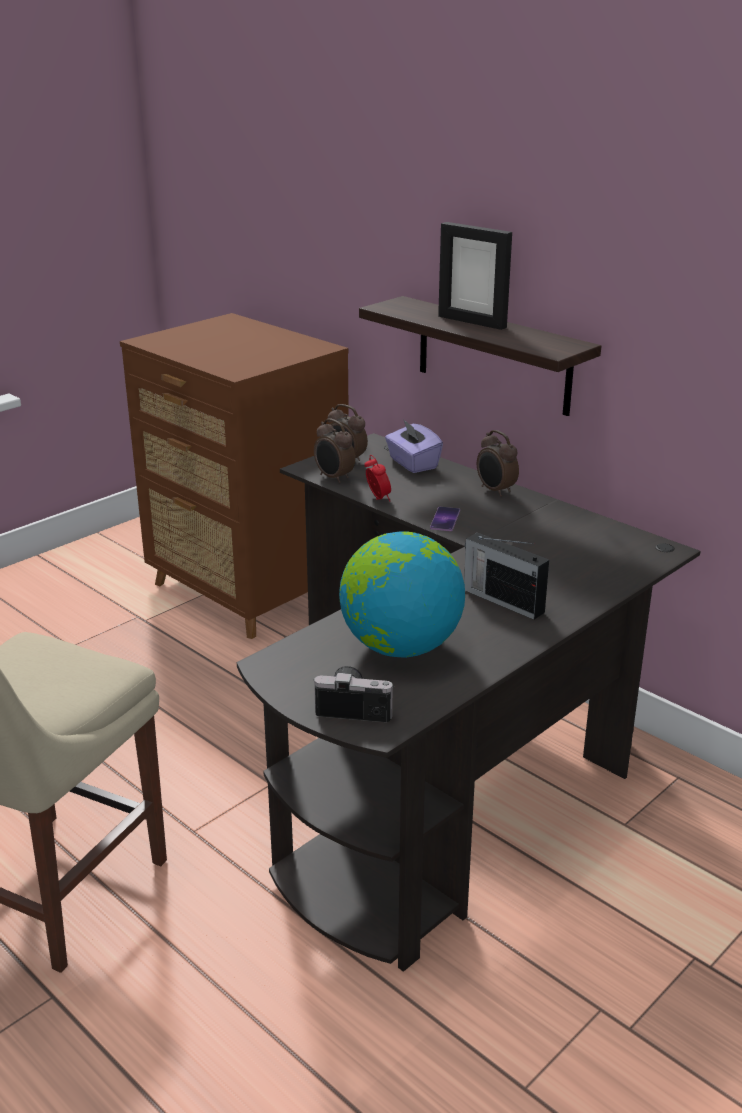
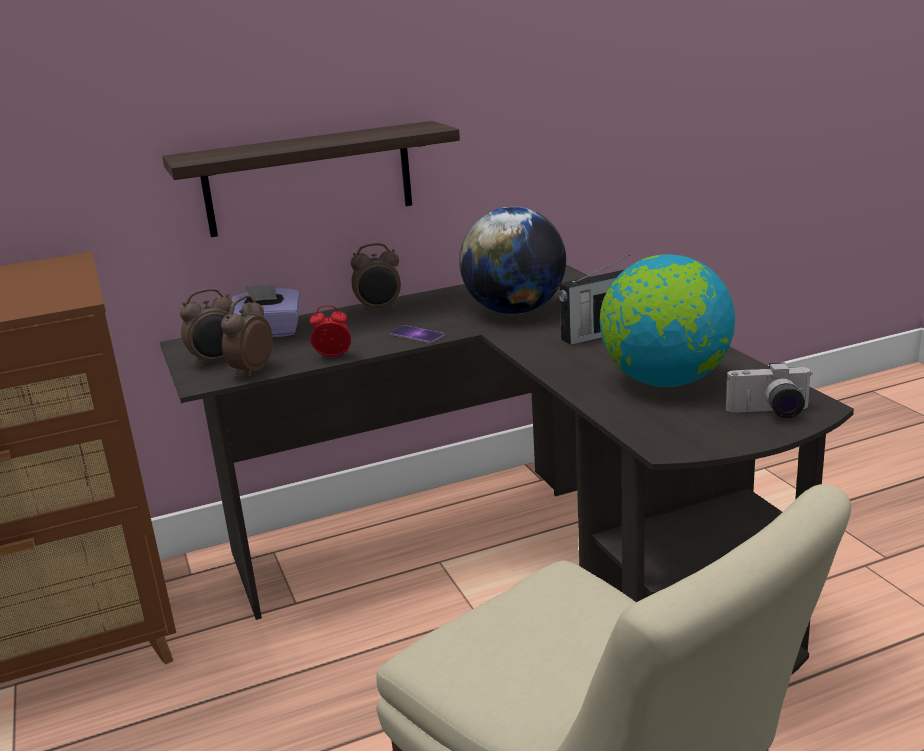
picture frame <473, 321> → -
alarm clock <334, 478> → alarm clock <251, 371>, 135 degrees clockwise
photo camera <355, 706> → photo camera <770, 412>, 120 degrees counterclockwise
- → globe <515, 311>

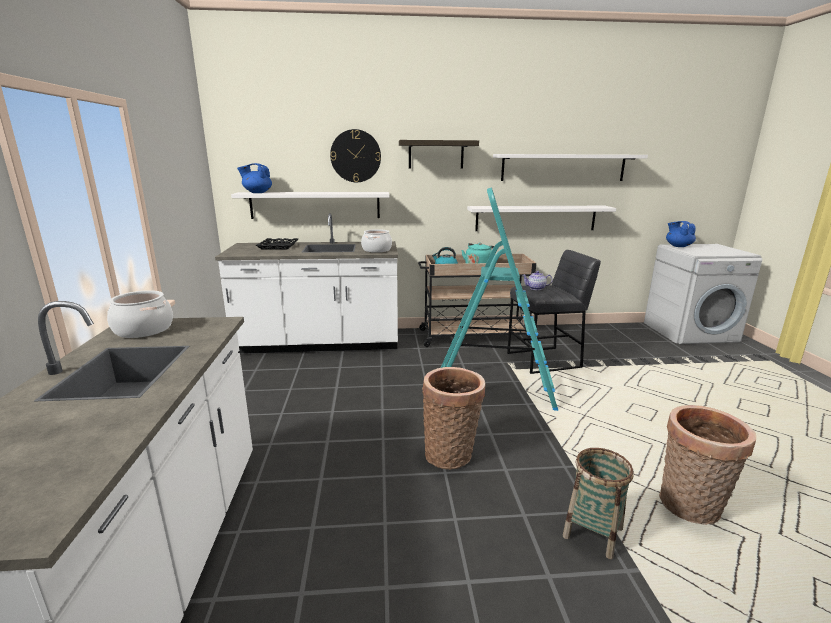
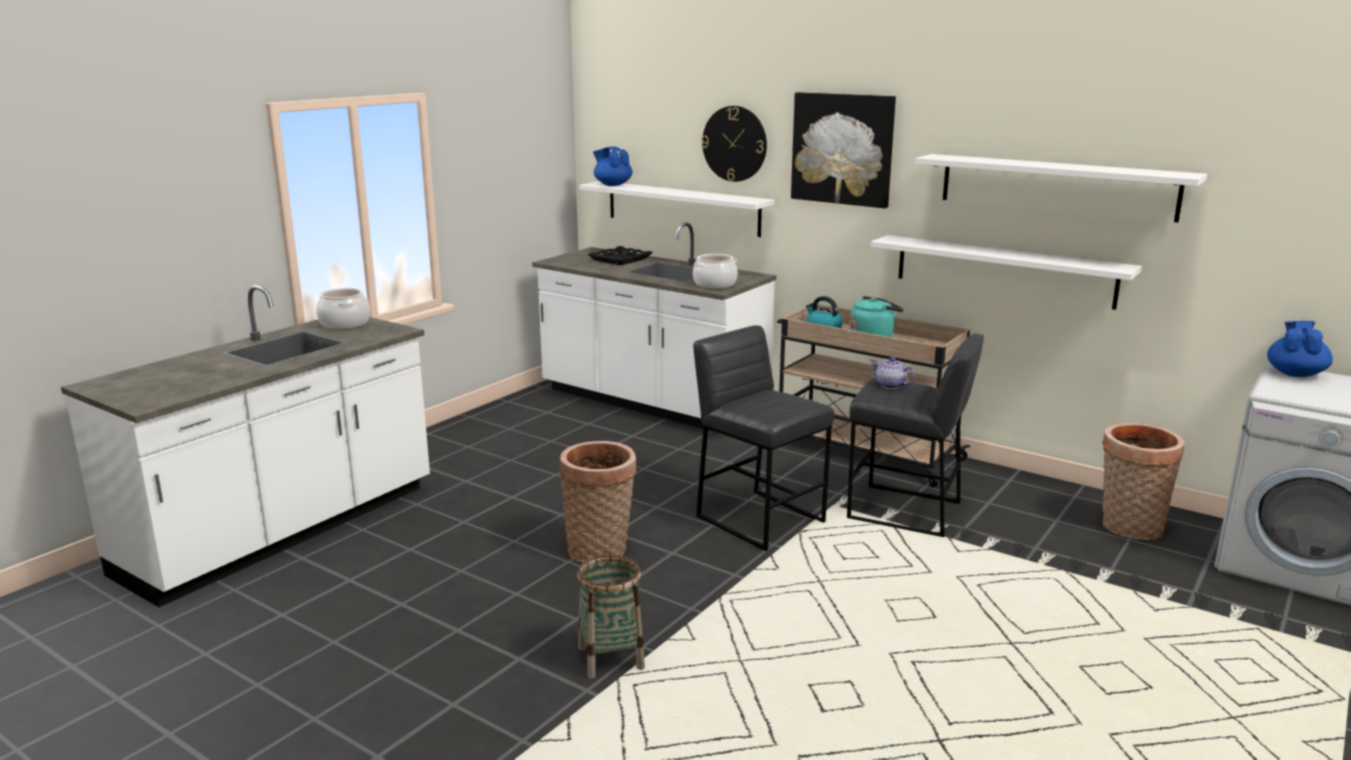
shelf <436, 154> → picture <842, 149>
step ladder (turquoise) <494, 391> → stool (grey) <759, 518>
basket <690, 507> → basket <1129, 528>, shifted

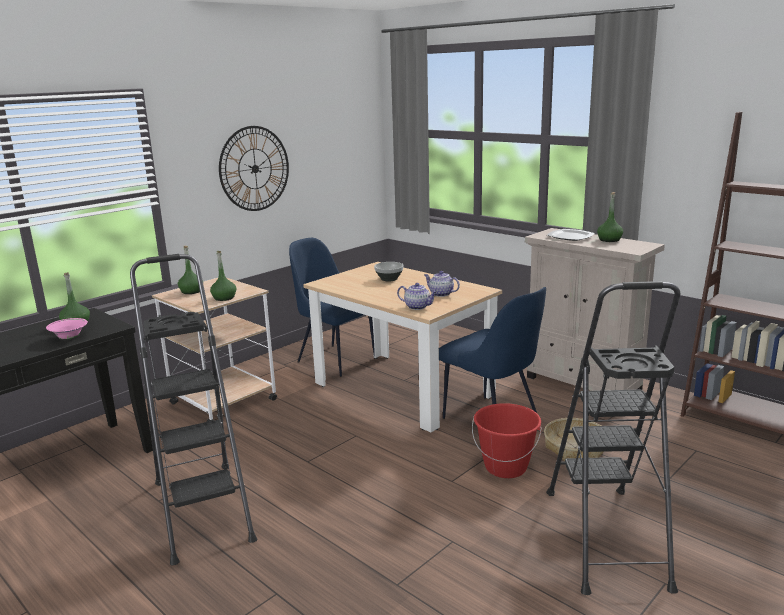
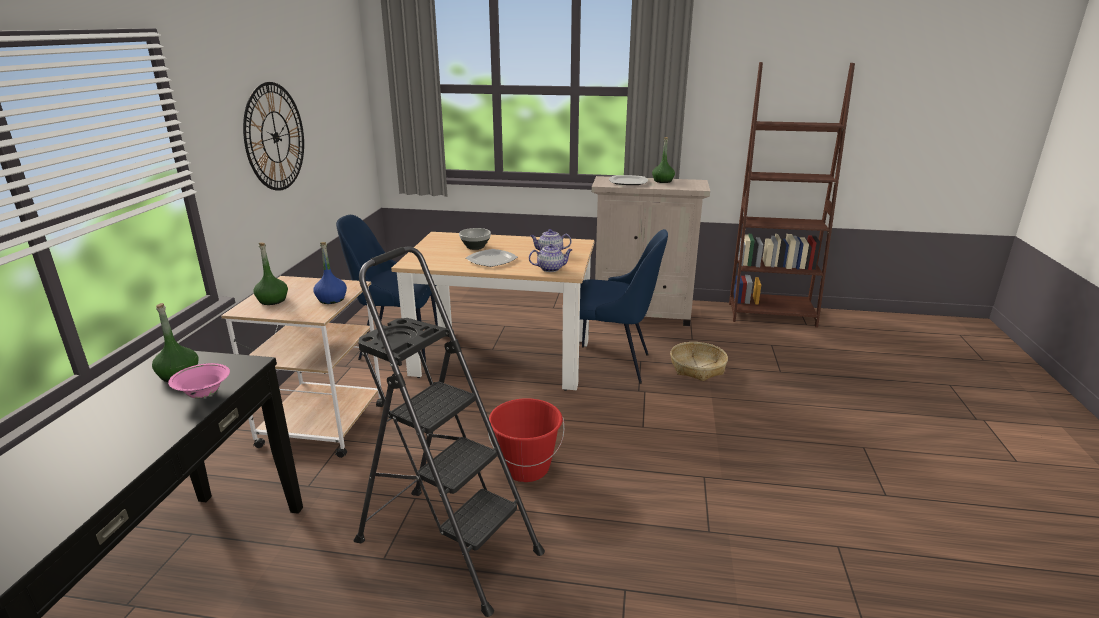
bottle (green) <224, 298> → bottle (blue) <331, 299>
step ladder <605, 538> → -
bucket (red) <506, 467> → bucket (red) <526, 468>, shifted
- → plate <491, 260>

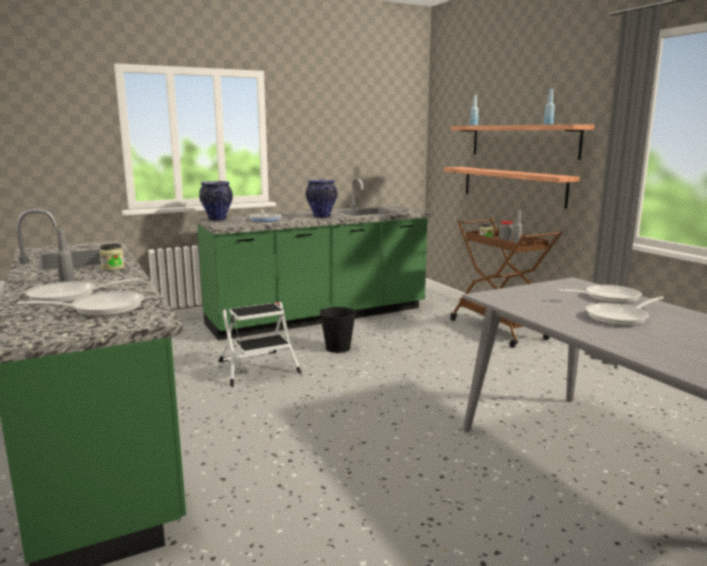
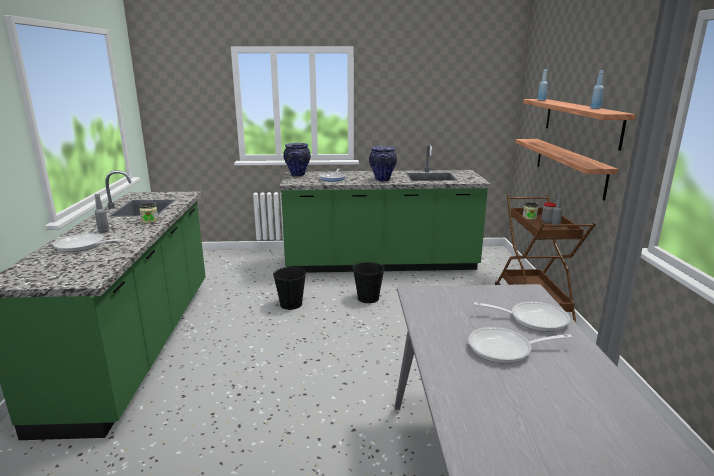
frying pan <101, 309> → -
step ladder <257, 368> → bucket (black) <291, 304>

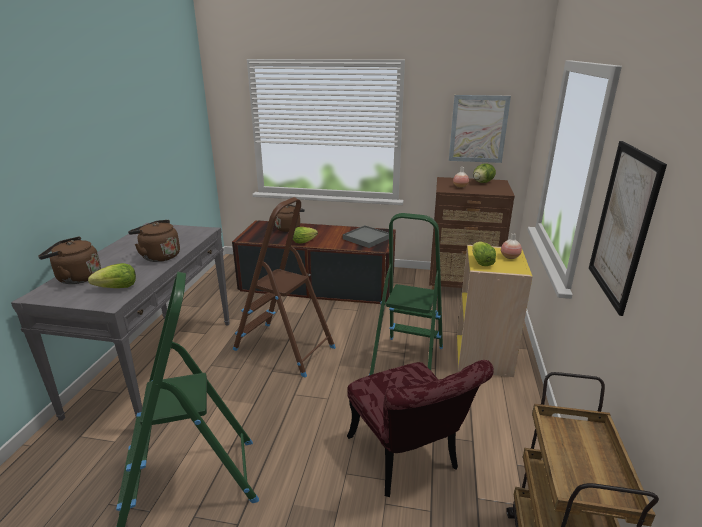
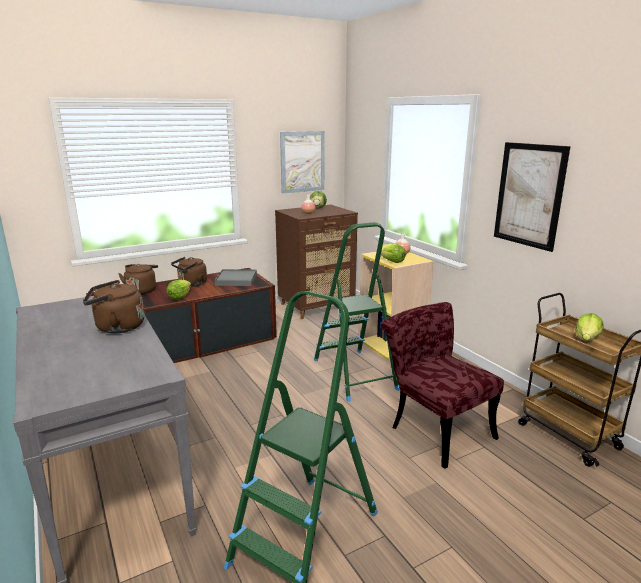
step ladder (brown) <283, 348> → -
kettle (brown) <76, 278> → kettle (brown) <191, 284>, shifted
lettuce <117, 288> → lettuce <586, 339>, shifted
chair (red) <408, 460> → chair (red) <434, 428>, 150 degrees counterclockwise

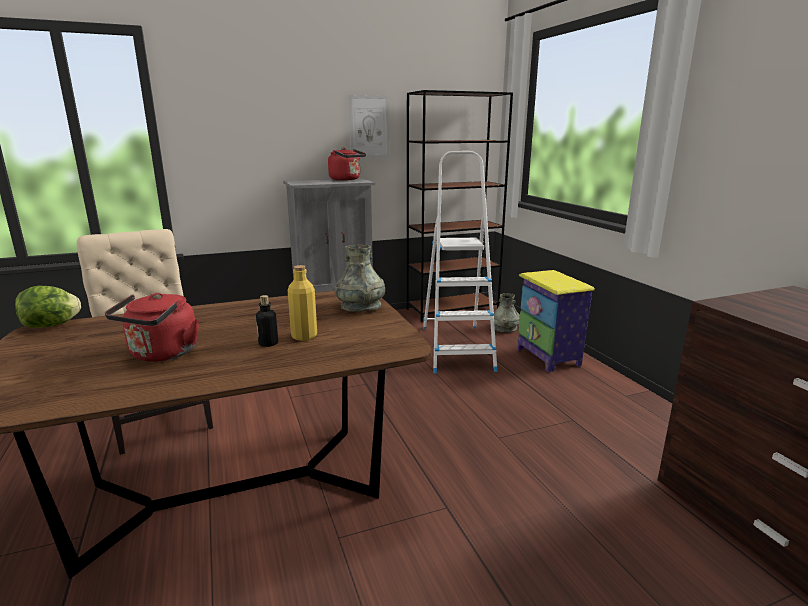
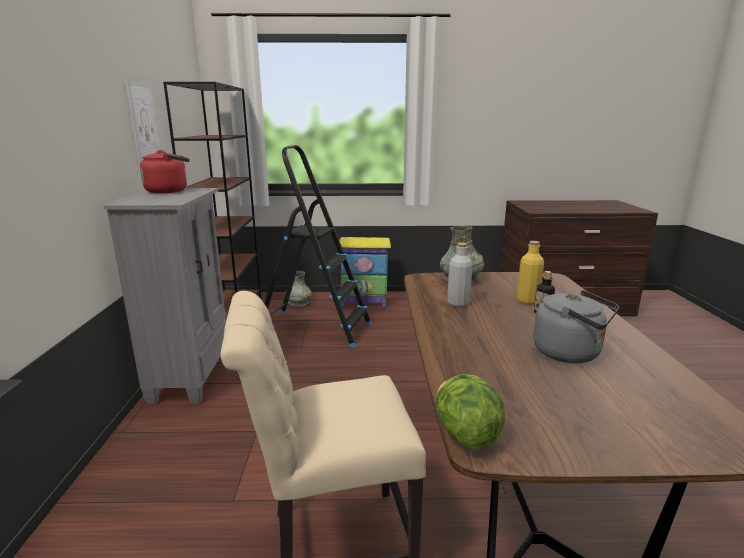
step ladder (white) <456, 348> → step ladder (black) <315, 328>
kettle (red) <162, 354> → kettle (grey) <570, 353>
- → bottle (grey) <458, 303>

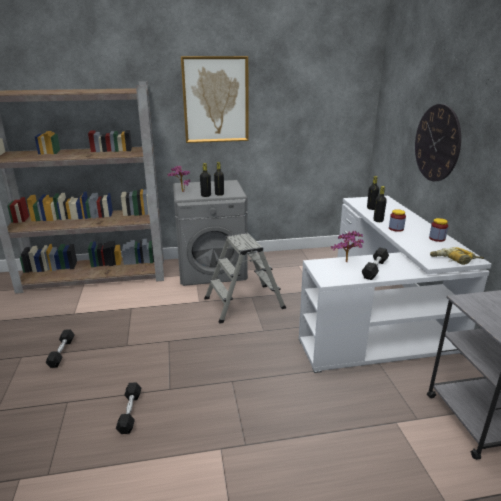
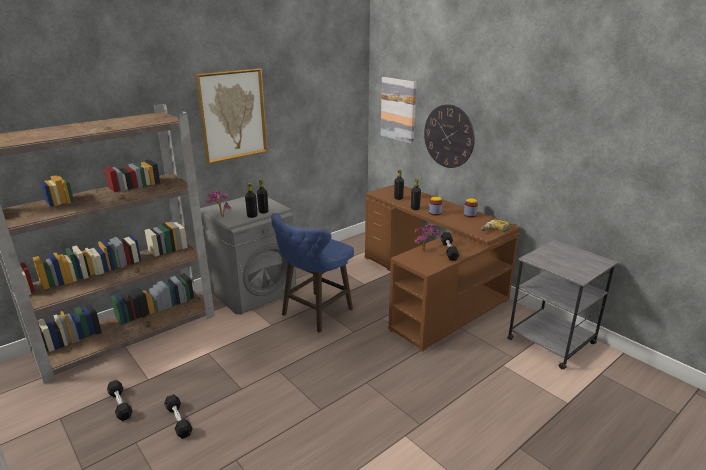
desk (white) <381, 316> → desk (brown) <432, 289>
step ladder (grey) <244, 303> → stool (blue) <315, 313>
dumbbell (black) <130, 412> → dumbbell (black) <120, 404>, shifted
- → picture <398, 109>

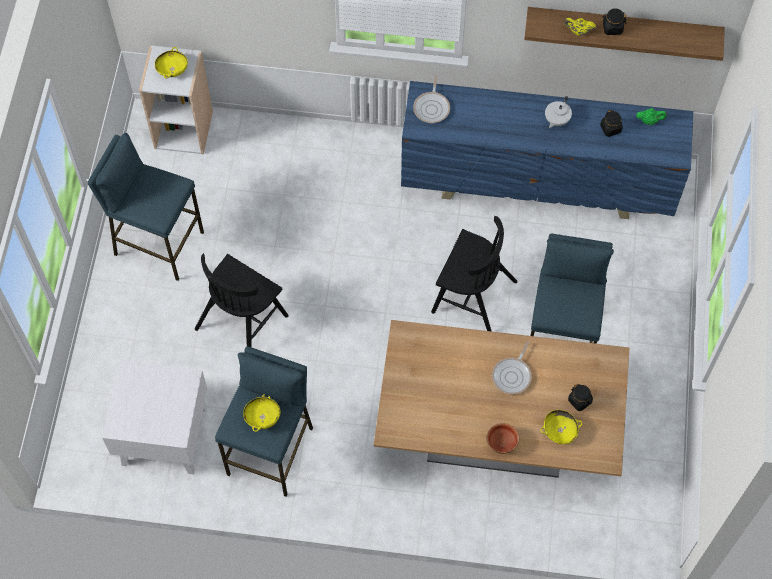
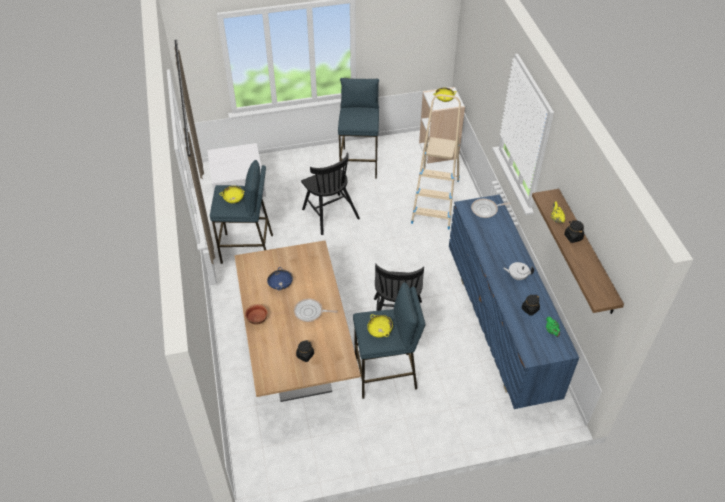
chair (black) <244, 318> → chair (black) <329, 212>, 135 degrees counterclockwise
bowl (yellow) <560, 431> → bowl (yellow) <379, 331>, shifted
- → step ladder (beige) <435, 201>
- → bowl (blue) <280, 284>

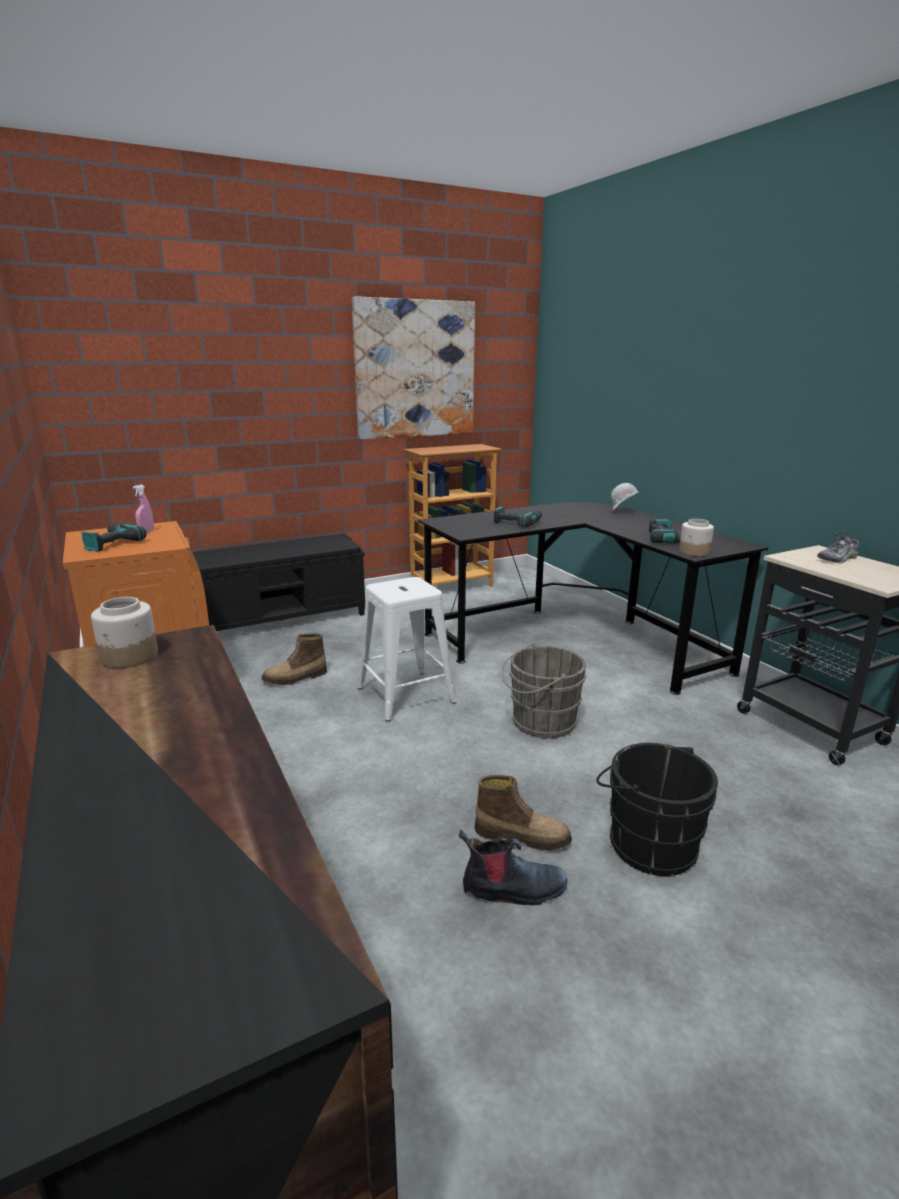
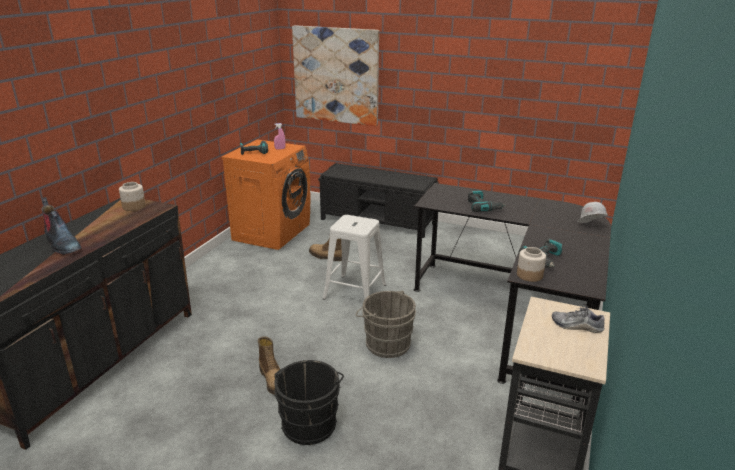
picture <415, 370> → picture <336, 75>, shifted
bookcase <451, 586> → -
boot <513, 890> → boot <62, 244>, shifted

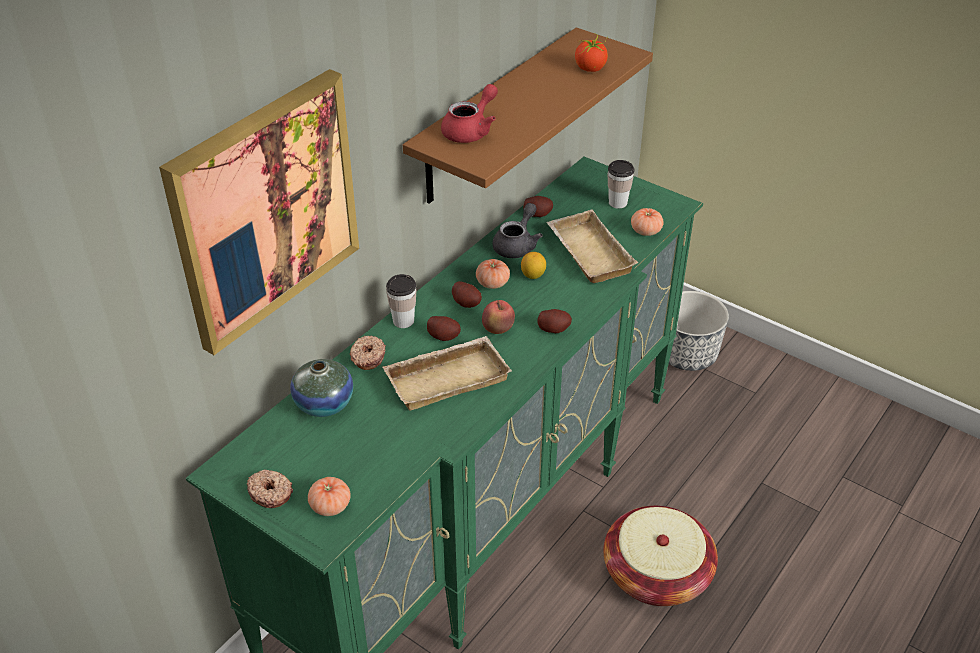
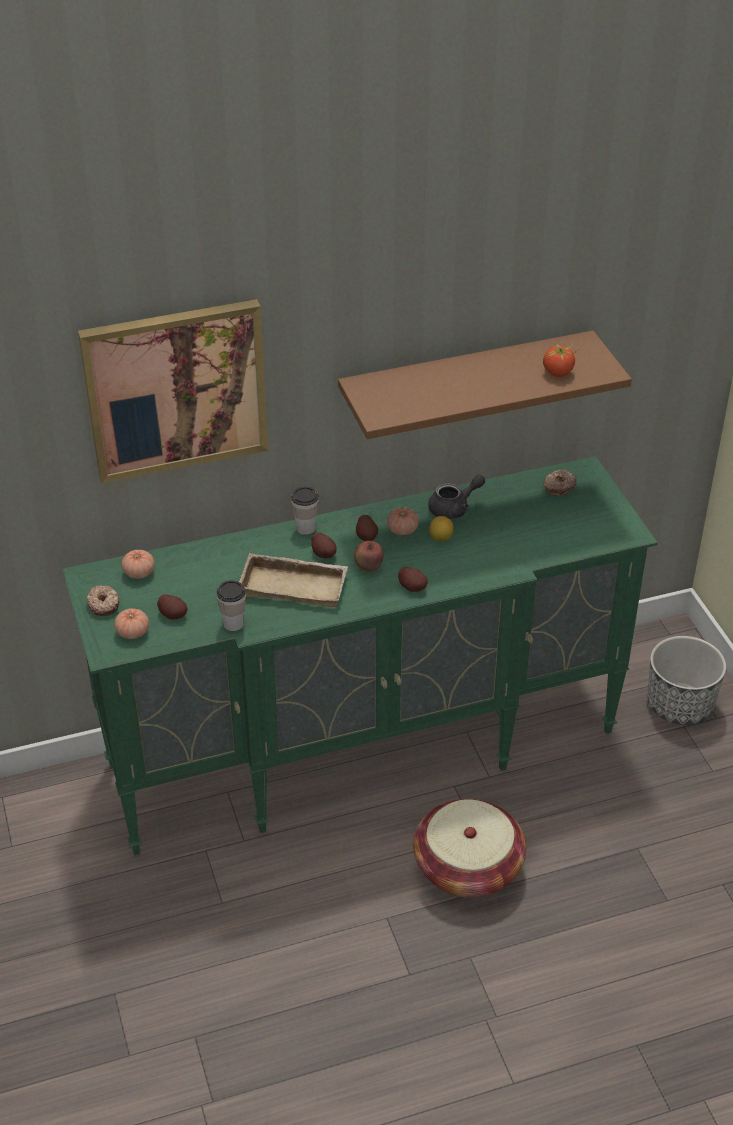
teapot (red) <471, 131> → -
cup <618, 203> → cup <233, 624>, shifted
potato <538, 214> → potato <173, 614>, shifted
tomato <646, 231> → tomato <139, 573>, shifted
tray (beige) <587, 253> → -
donut <367, 357> → donut <558, 486>, shifted
vase <324, 404> → -

